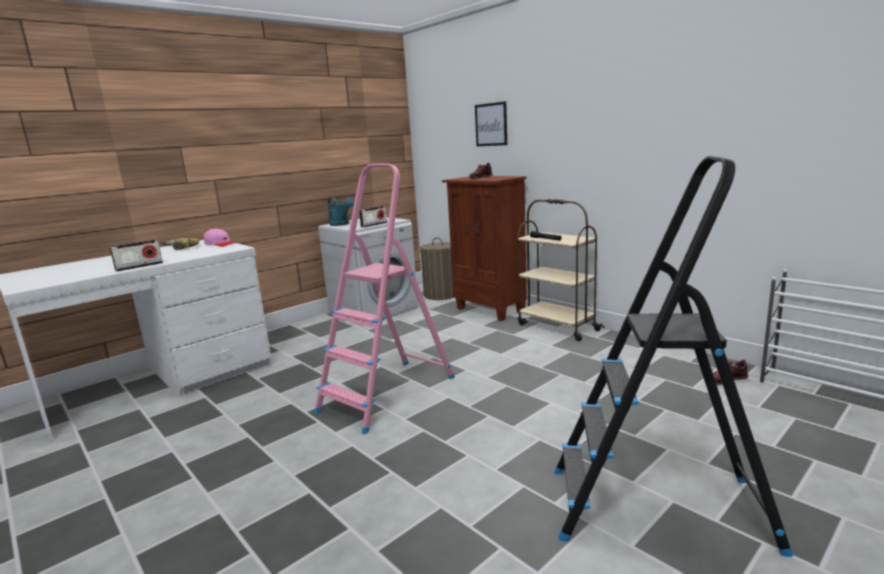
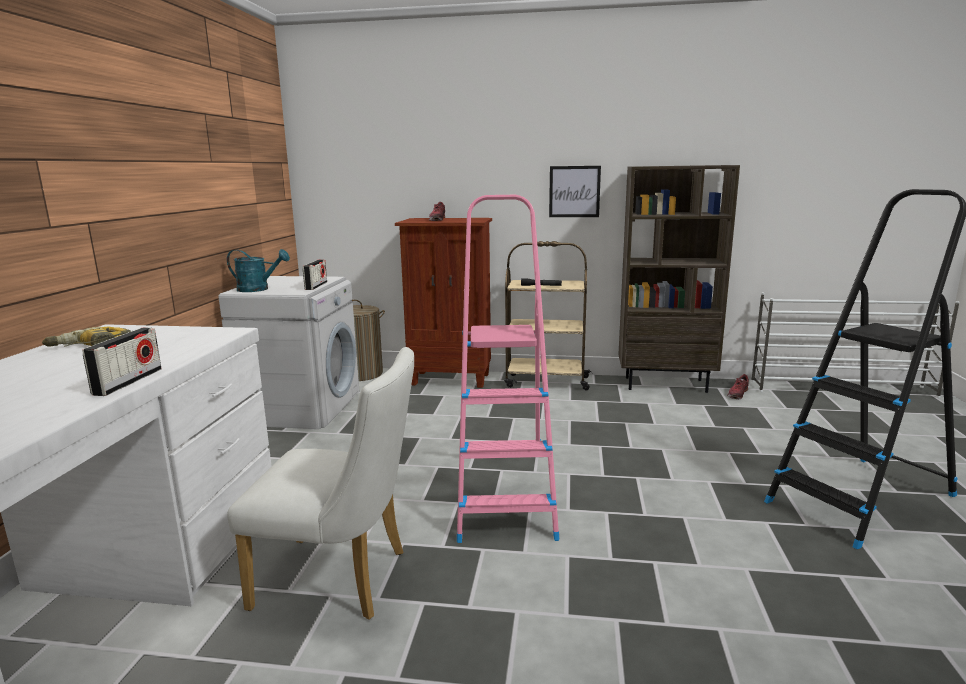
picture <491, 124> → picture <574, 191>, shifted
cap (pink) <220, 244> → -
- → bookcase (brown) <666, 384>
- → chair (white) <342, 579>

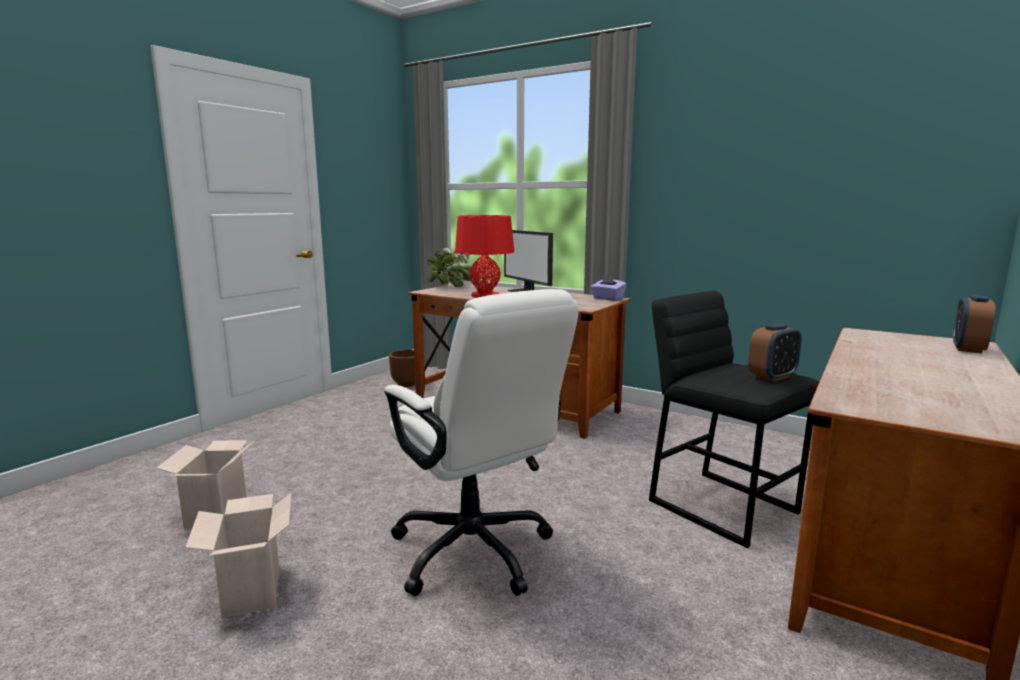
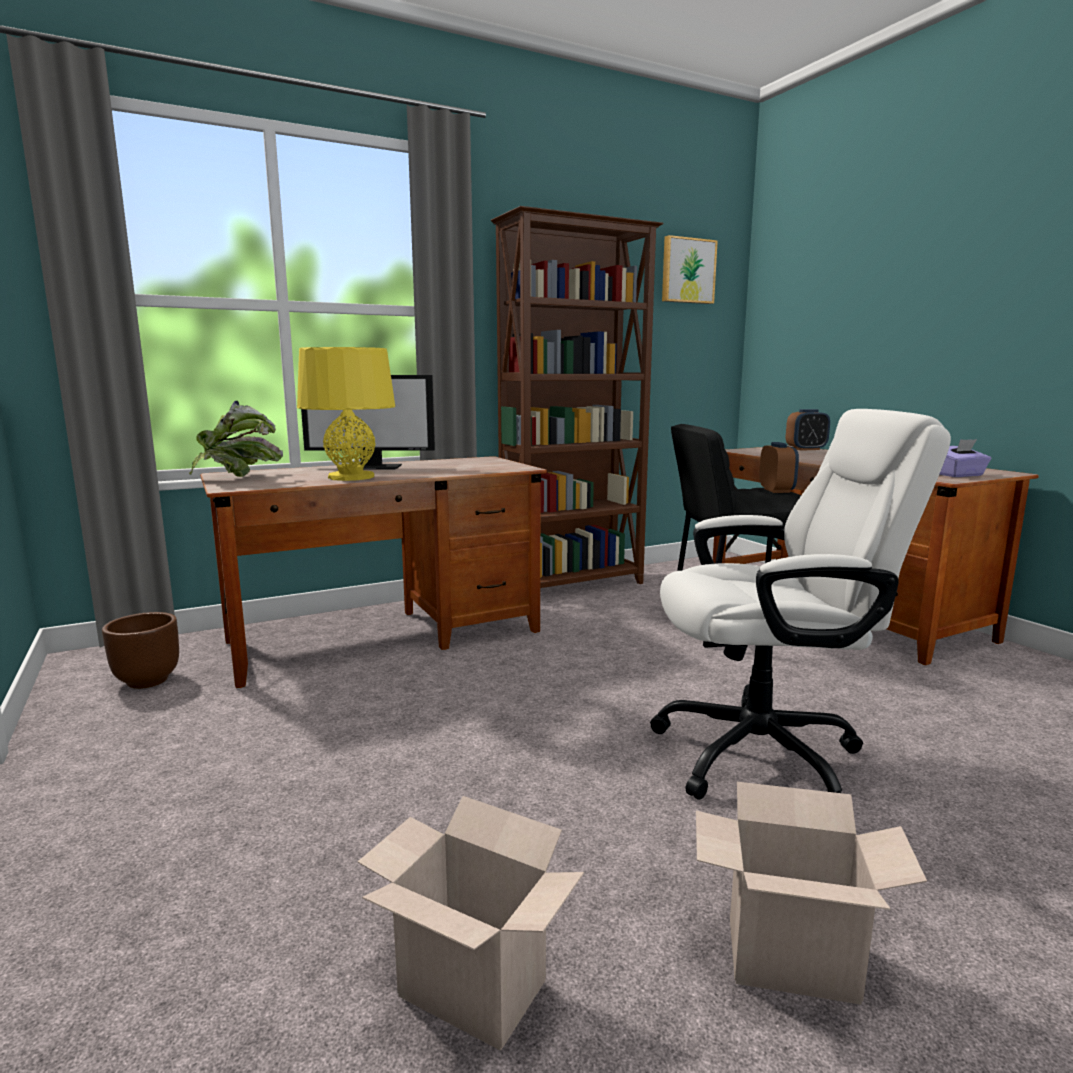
table lamp (red) <484, 295> → table lamp (yellow) <351, 477>
tissue box (purple) <607, 299> → tissue box (purple) <959, 475>, shifted
alarm clock <968, 349> → alarm clock <806, 449>, 75 degrees counterclockwise
- → bookcase (brown) <574, 585>
- → picture <687, 271>

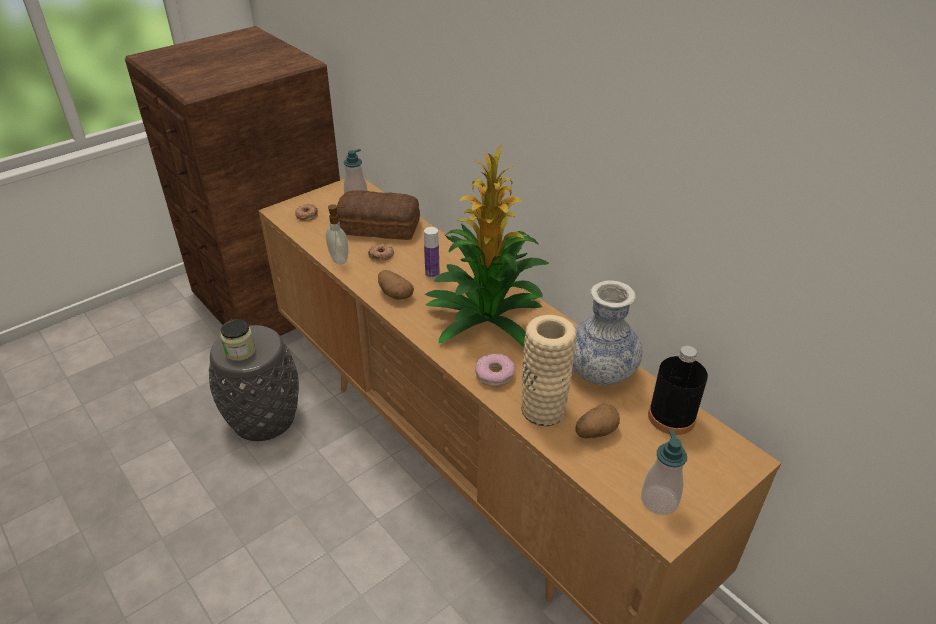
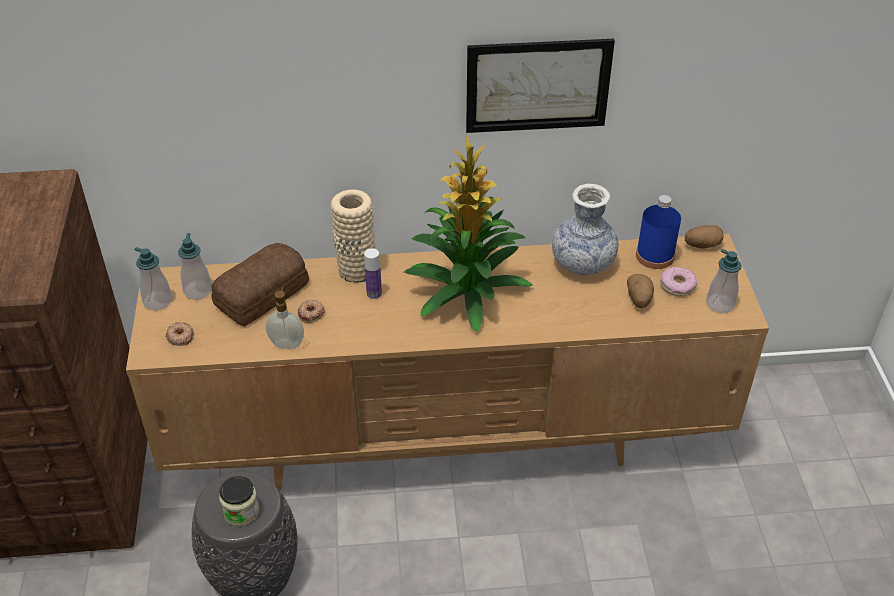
potato <394, 294> → potato <702, 245>, shifted
vase (beige) <543, 409> → vase (beige) <356, 269>, shifted
bottle (black) <671, 417> → bottle (blue) <654, 256>
donut <494, 374> → donut <677, 286>, shifted
- → picture <537, 85>
- → soap dispenser <158, 301>

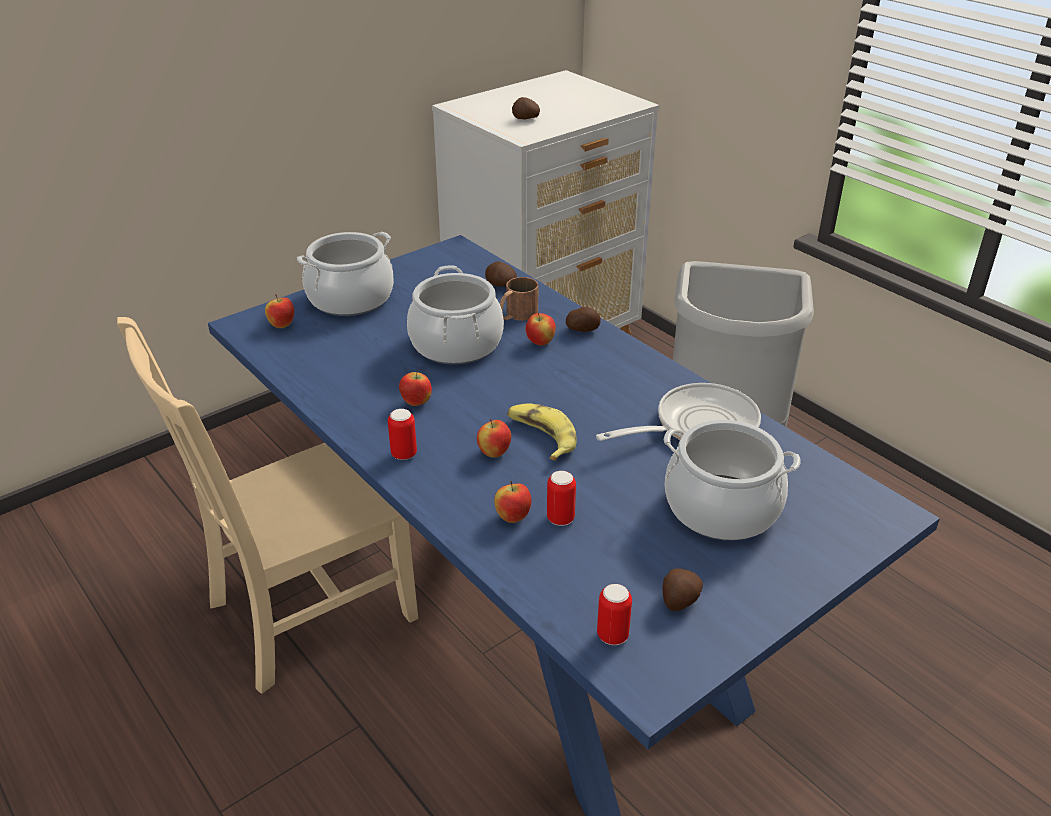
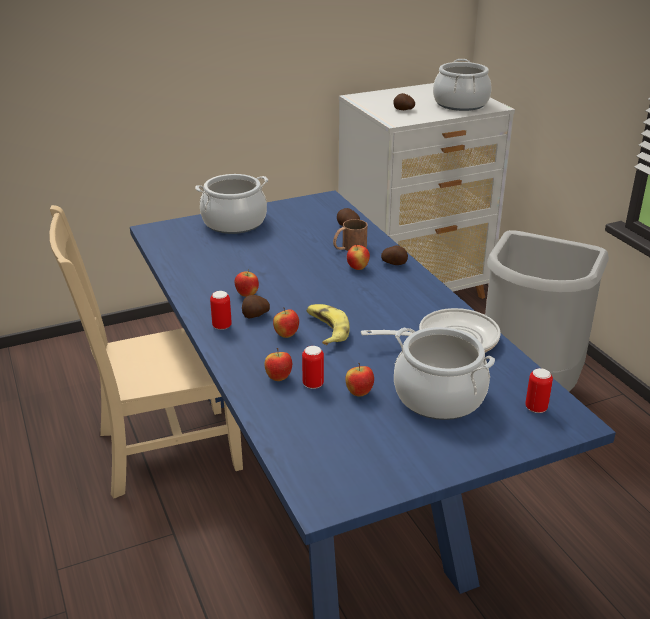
cooking pot <456, 344> → cooking pot <461, 104>, shifted
apple <282, 325> → apple <359, 393>, shifted
potato <678, 601> → potato <255, 315>, shifted
can <612, 635> → can <536, 408>, shifted

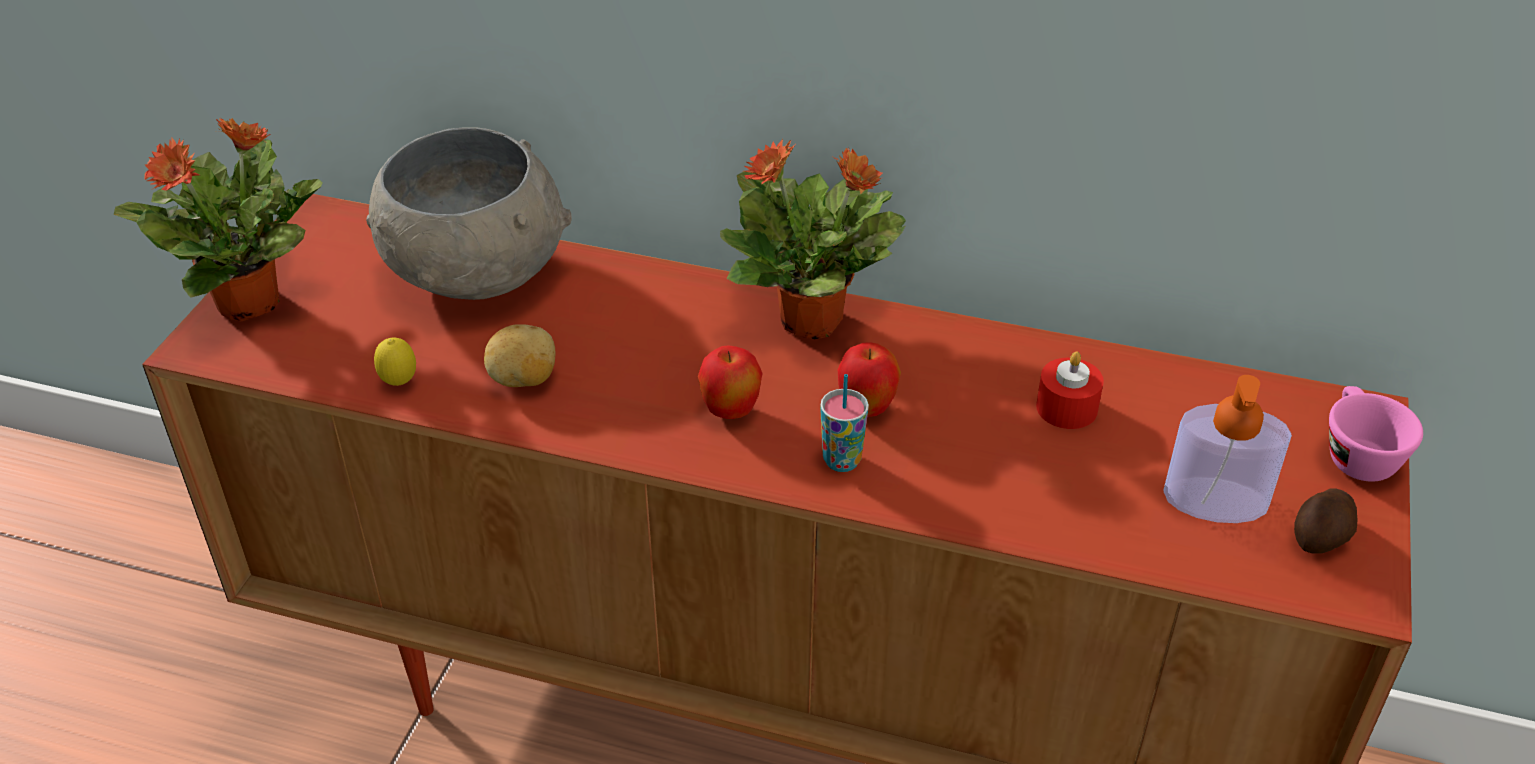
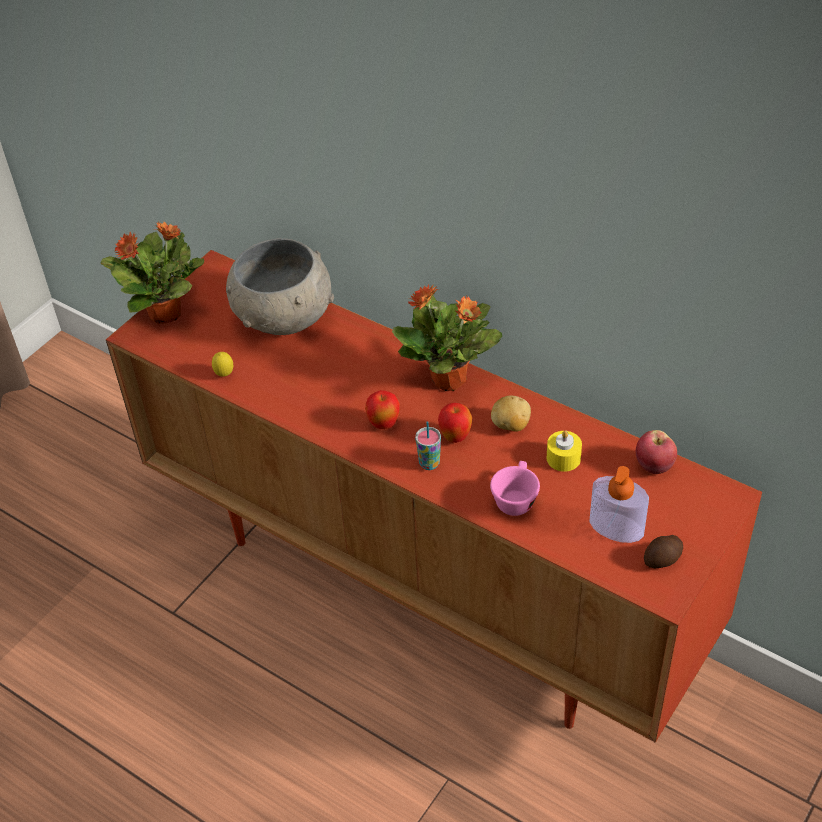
potato <523, 380> → potato <510, 425>, shifted
candle (red) <1066, 408> → candle (yellow) <563, 458>
cup (pink) <1356, 454> → cup (pink) <515, 498>, shifted
- → apple <654, 466>

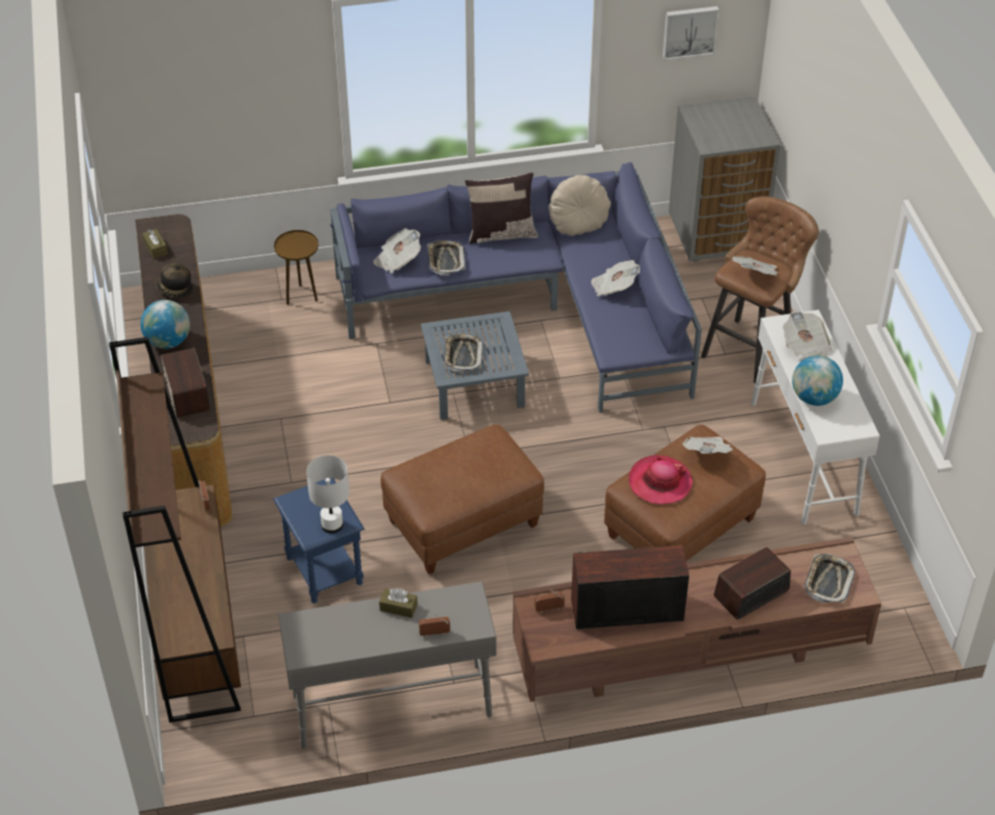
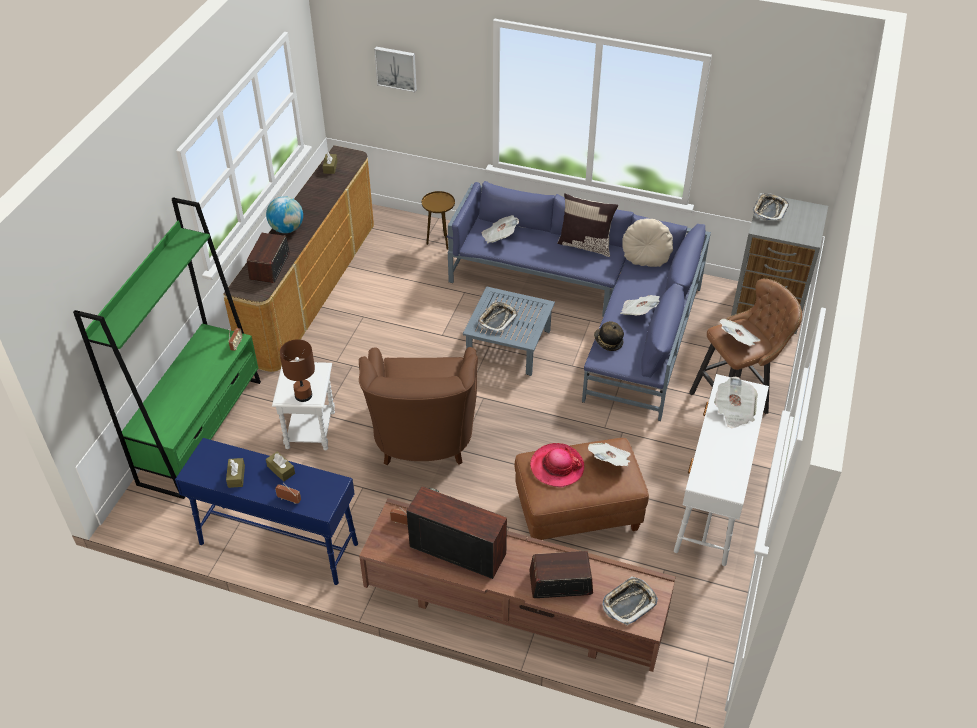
picture <689, 31> → picture <396, 68>, shifted
tray <445, 260> → tray <769, 210>, shifted
hat <174, 289> → hat <608, 342>, shifted
bookcase (brown) <195, 628> → bookcase (green) <201, 431>
globe <814, 398> → -
ottoman (brown) <462, 525> → armchair (brown) <424, 440>
table lamp (white) <332, 525> → table lamp (brown) <303, 395>
side table (blue) <323, 570> → side table (white) <309, 429>
console table (grey) <392, 705> → console table (blue) <279, 543>
- → tissue box (brown) <236, 476>

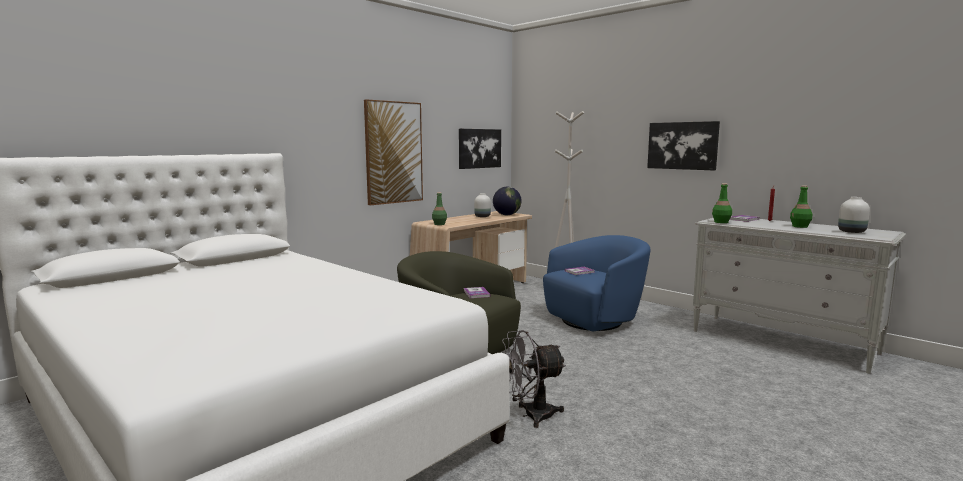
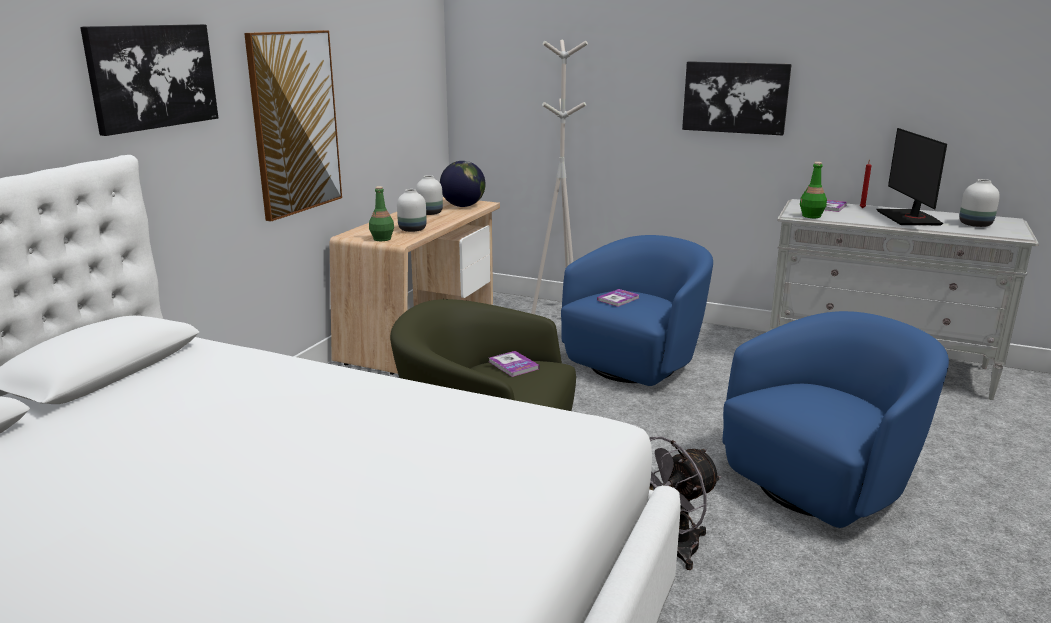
picture <479, 148> → picture <152, 76>, shifted
bottle (green) <800, 226> → monitor <909, 218>
- → vase (white) <413, 230>
- → armchair (blue) <823, 483>

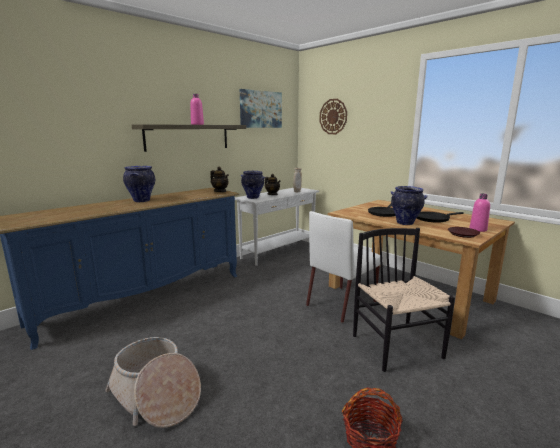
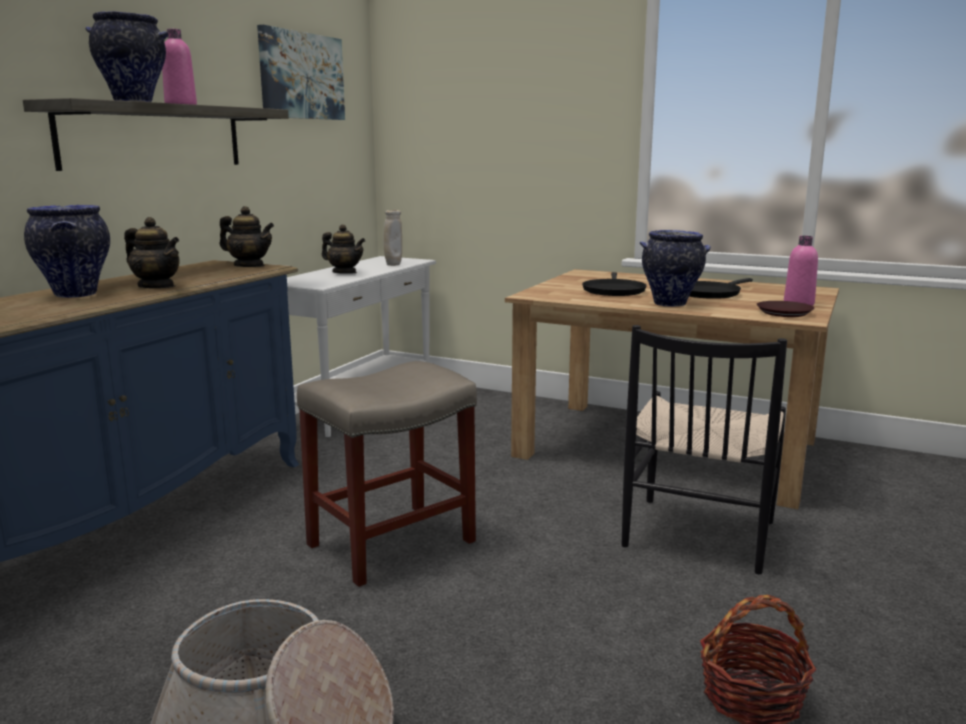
wall clock <333, 116> → -
vase <253, 198> → vase <134, 102>, shifted
chair (white) <342, 303> → -
chair (black) <394, 344> → chair (black) <697, 538>, 120 degrees counterclockwise
- → teapot <157, 287>
- → stool (beige) <393, 542>

